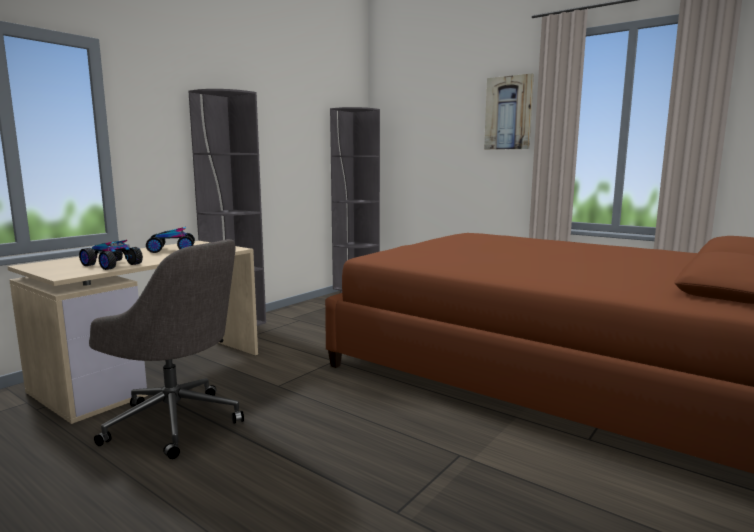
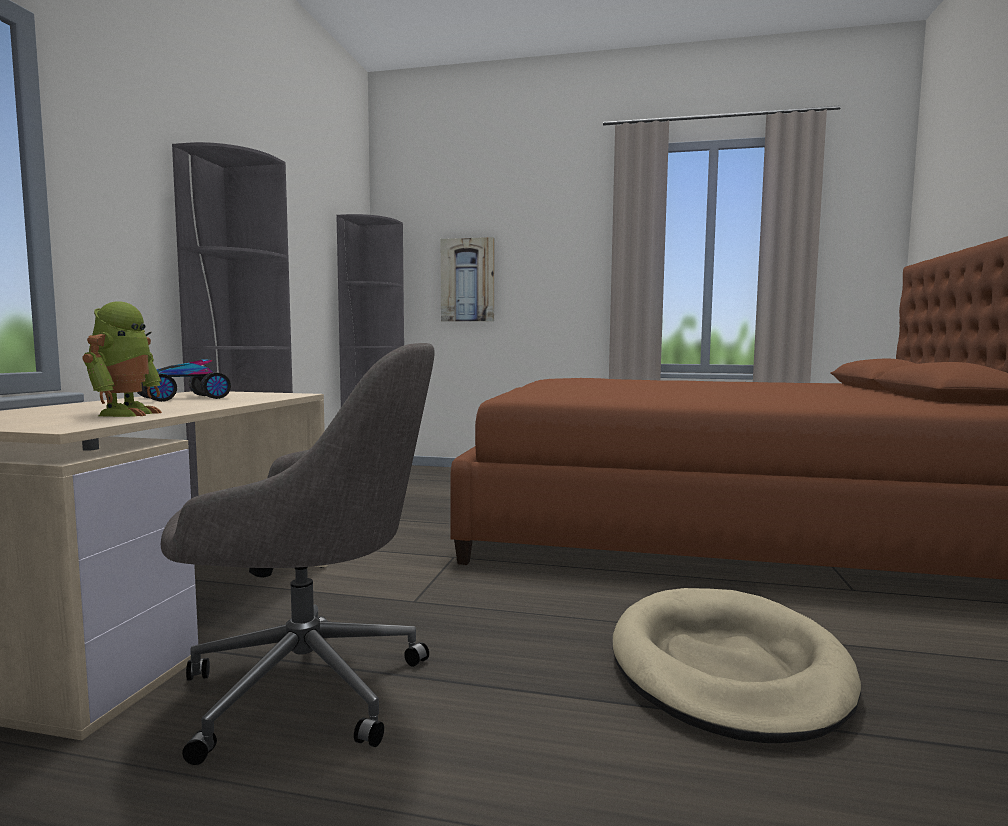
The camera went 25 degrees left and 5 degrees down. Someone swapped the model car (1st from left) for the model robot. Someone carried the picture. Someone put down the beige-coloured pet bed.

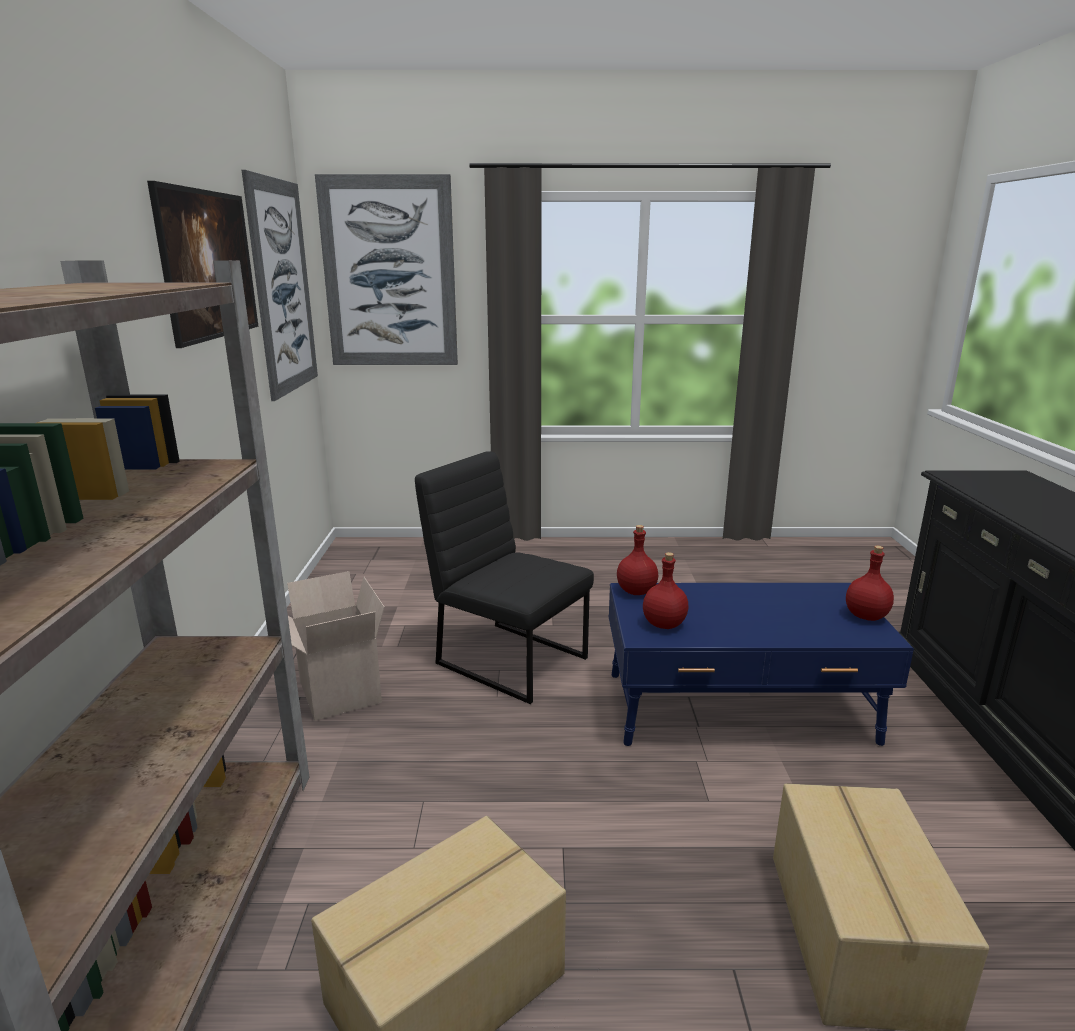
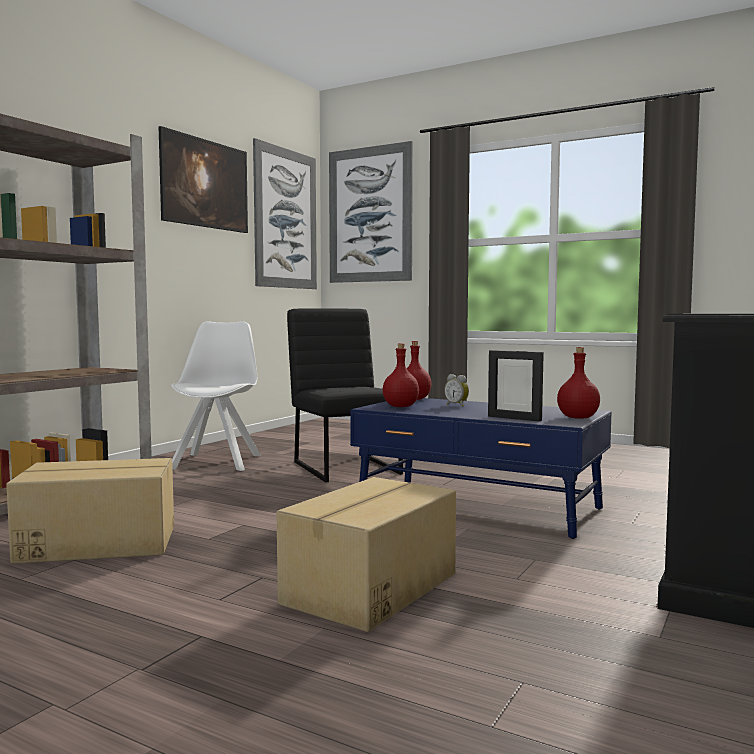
The camera went 30 degrees right and 15 degrees down. Someone swapped the packing box (1st from left) for the whitish chair. Someone put down the bedside clock. Someone put down the picture frame.

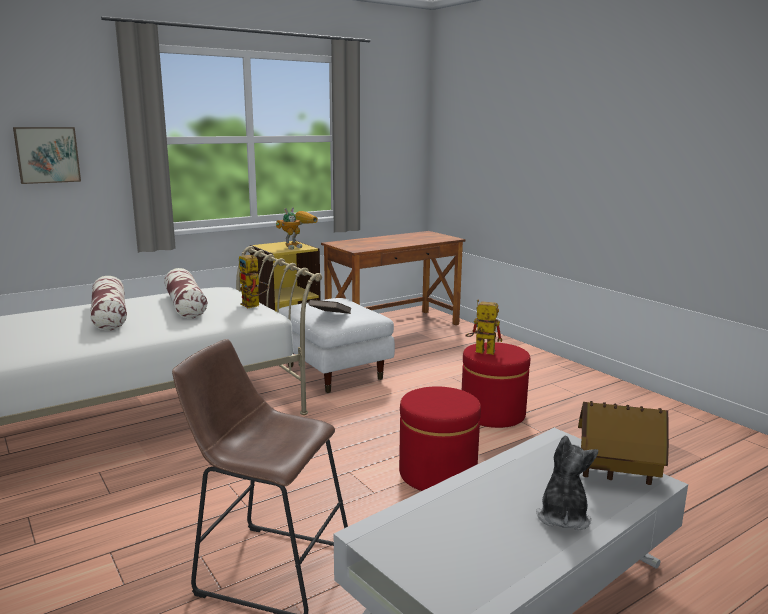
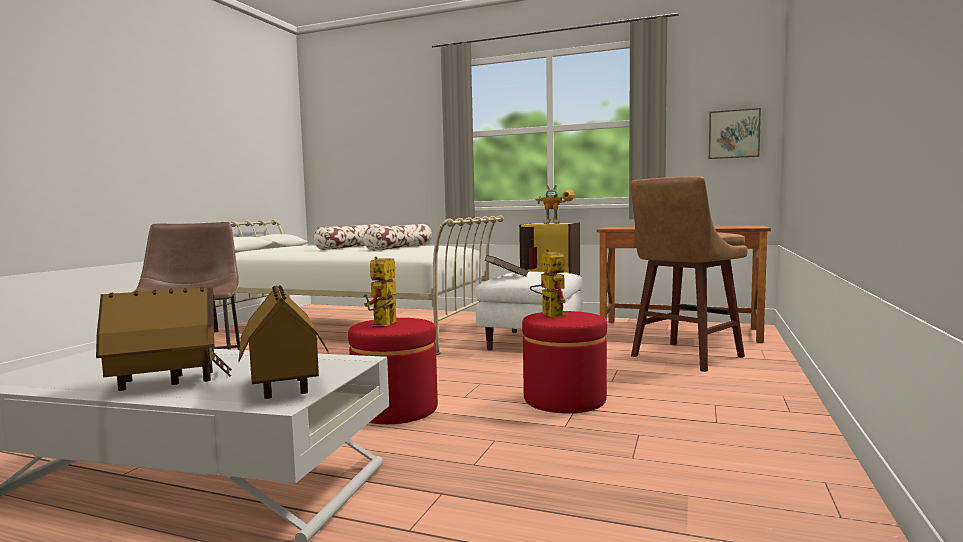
The camera went 55 degrees right and 10 degrees down. Someone swapped the soft toy for the toy house (1st from left). Someone carried the model robot (1st from left). Someone put down the brown-coloured stool (2nd from left). Someone carried the picture.

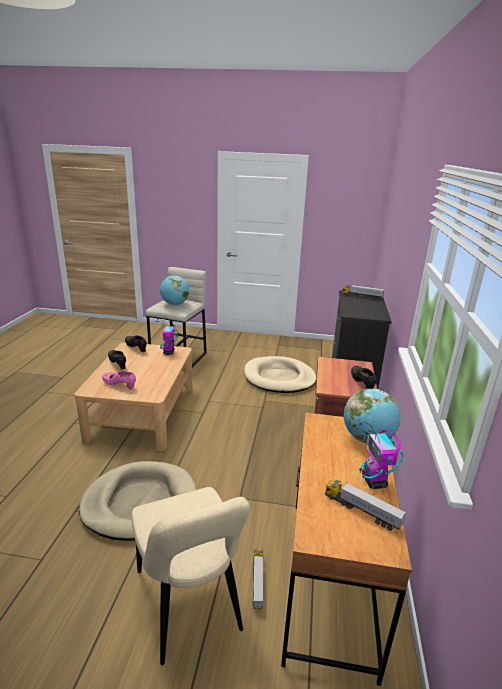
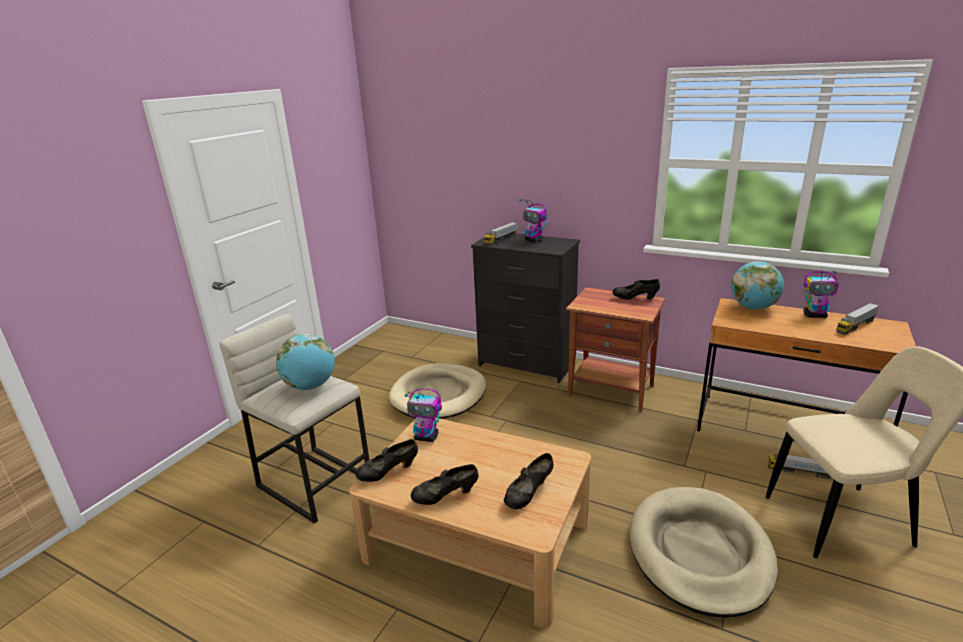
The camera went 70 degrees left and 0 degrees up. Someone repainted the pink-coloured low shoe, which became the black-coloured low shoe (3rd from left). Someone put down the model robot (2nd from left).

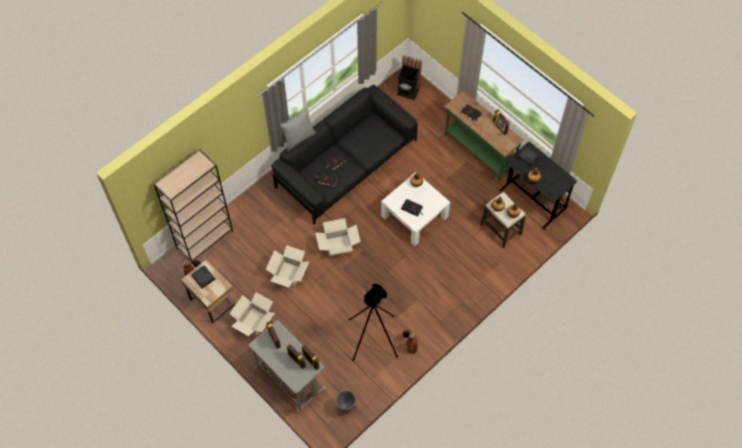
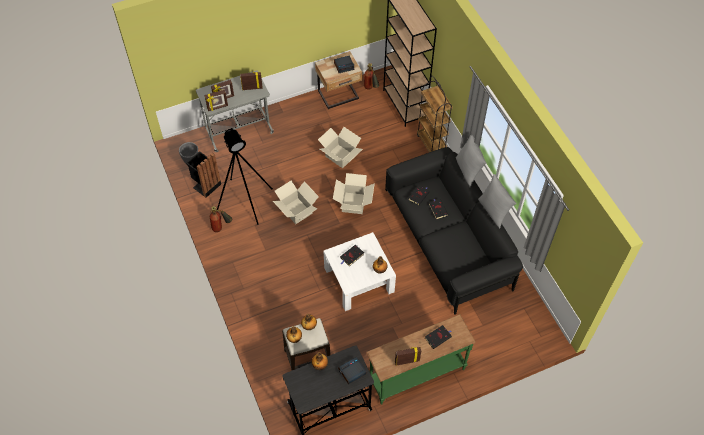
The camera went 110 degrees right and 5 degrees down. Someone carried the black-coloured rubbish bin. Someone carried the packing box (1st from left). Someone put down the brown-coloured cart. Someone put down the grey throw pillow (2nd from left).

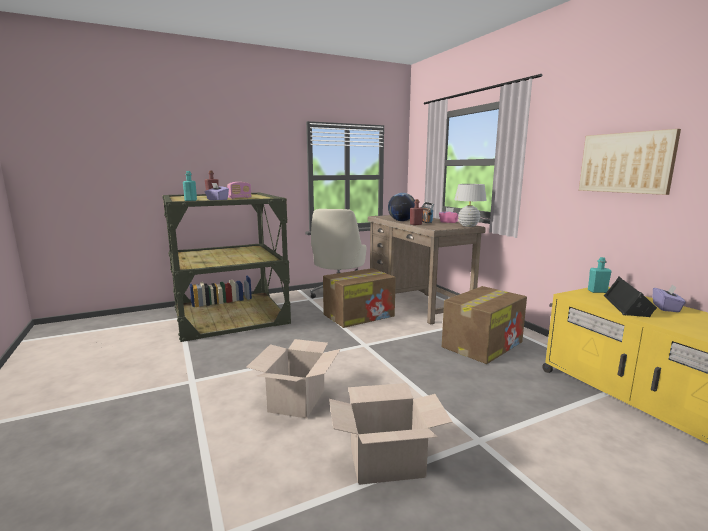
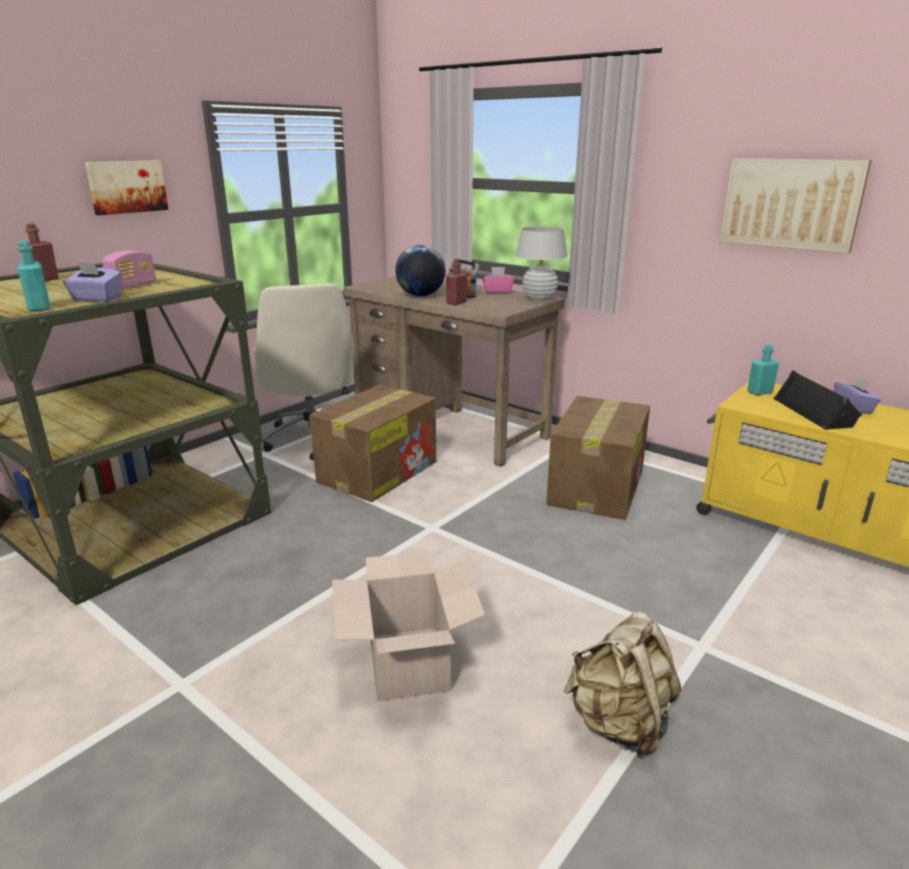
The camera went 25 degrees left and 10 degrees up. Someone put up the picture (1st from left). Someone swapped the packing box (3rd from left) for the beige-coloured backpack.

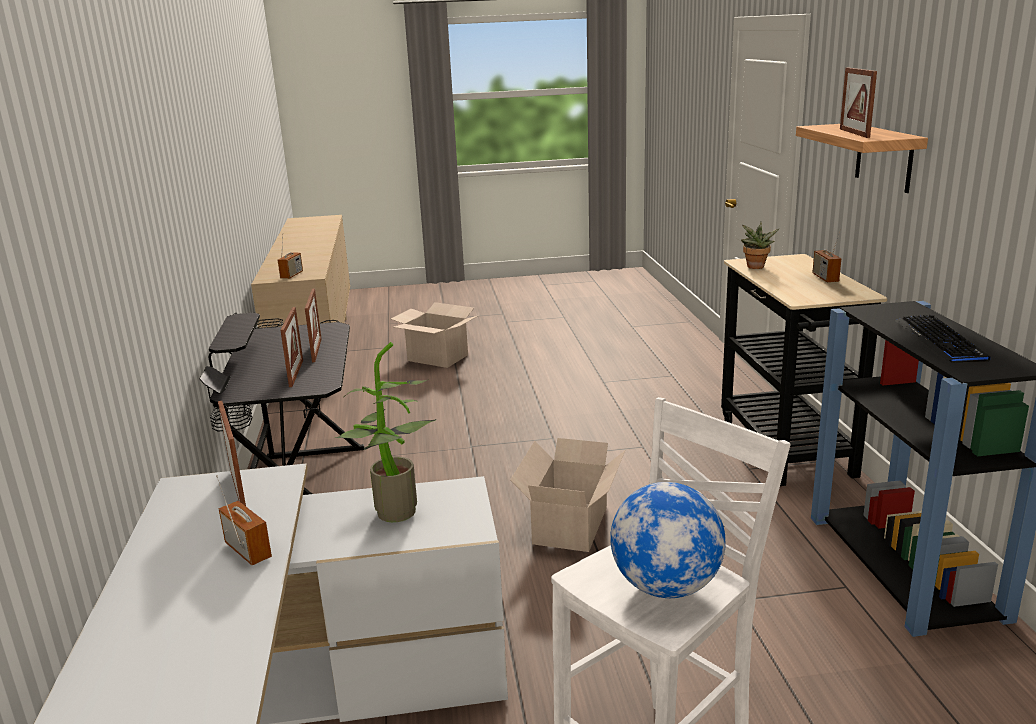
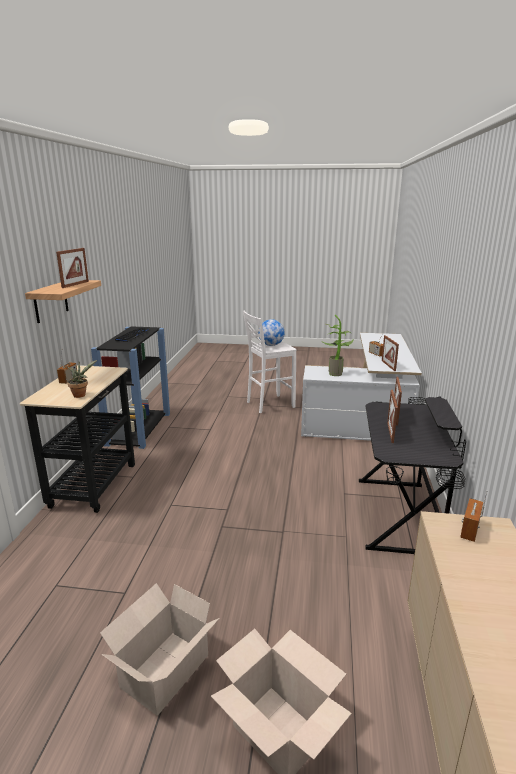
The camera went 165 degrees left and 0 degrees up. Someone carried the packing box (2nd from left in the first image).

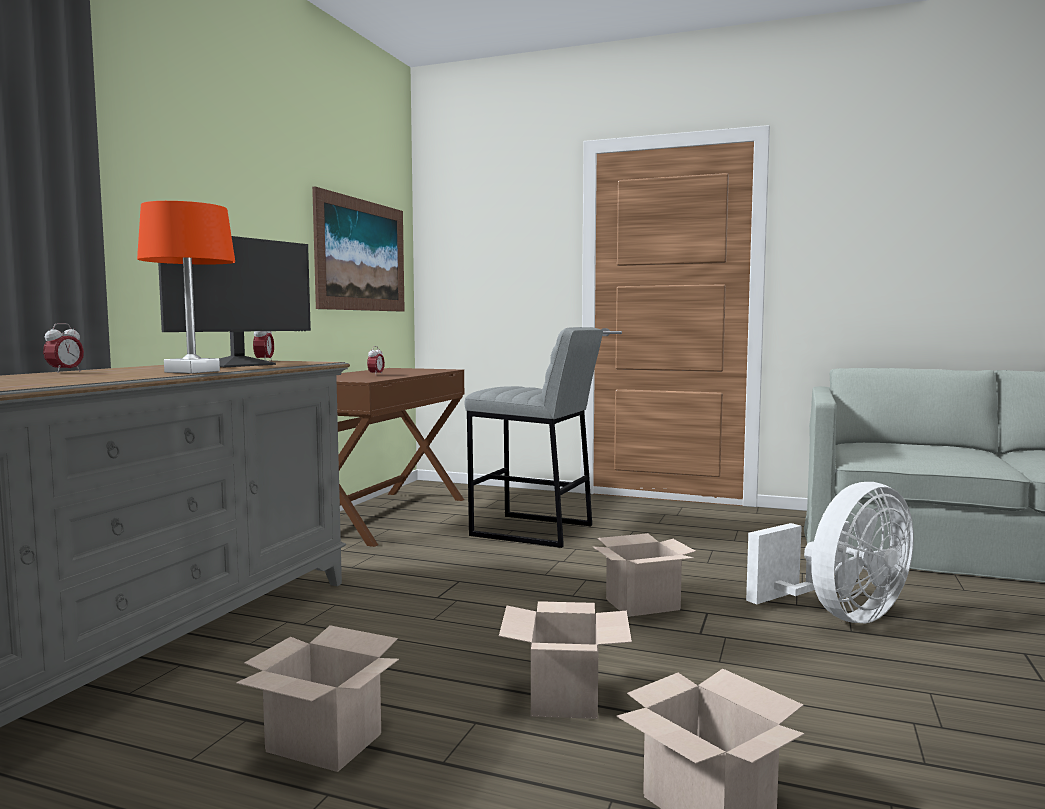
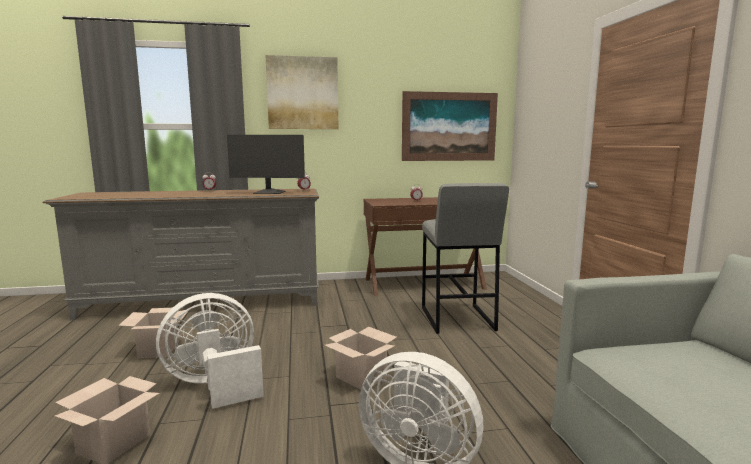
The camera went 60 degrees right and 5 degrees up. Someone swapped the packing box (2nd from left) for the whitish fan (1st from left). Someone put up the picture (1st from left). Someone took away the orange tabletop lamp.

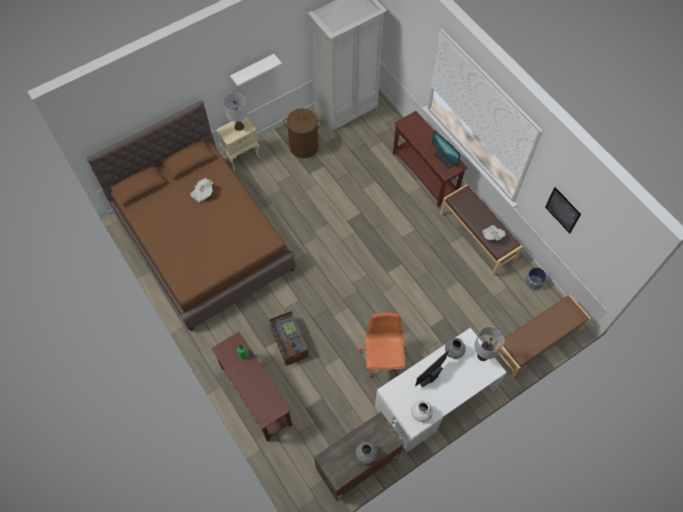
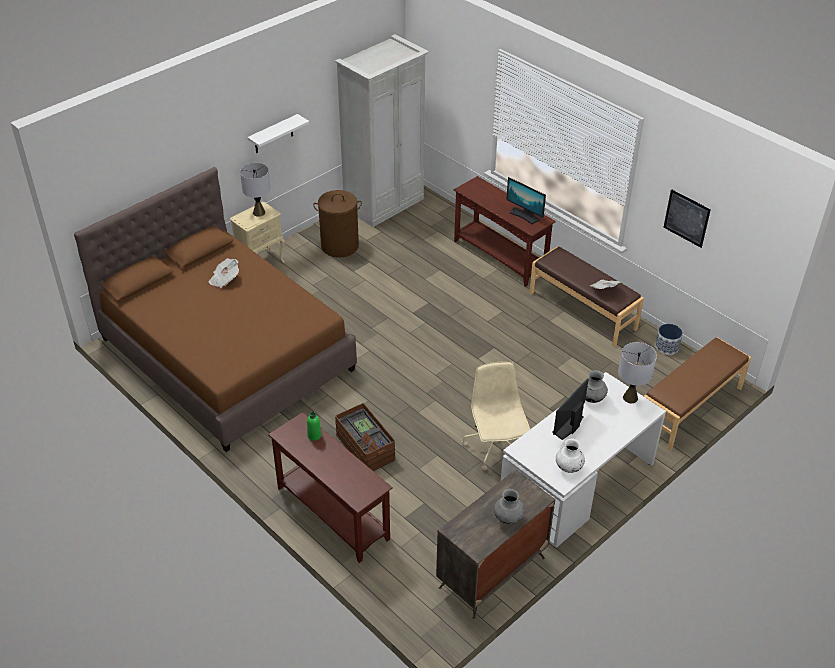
The camera went 10 degrees left and 20 degrees down. Someone repainted the orange desk chair, which became the beige-coloured desk chair.

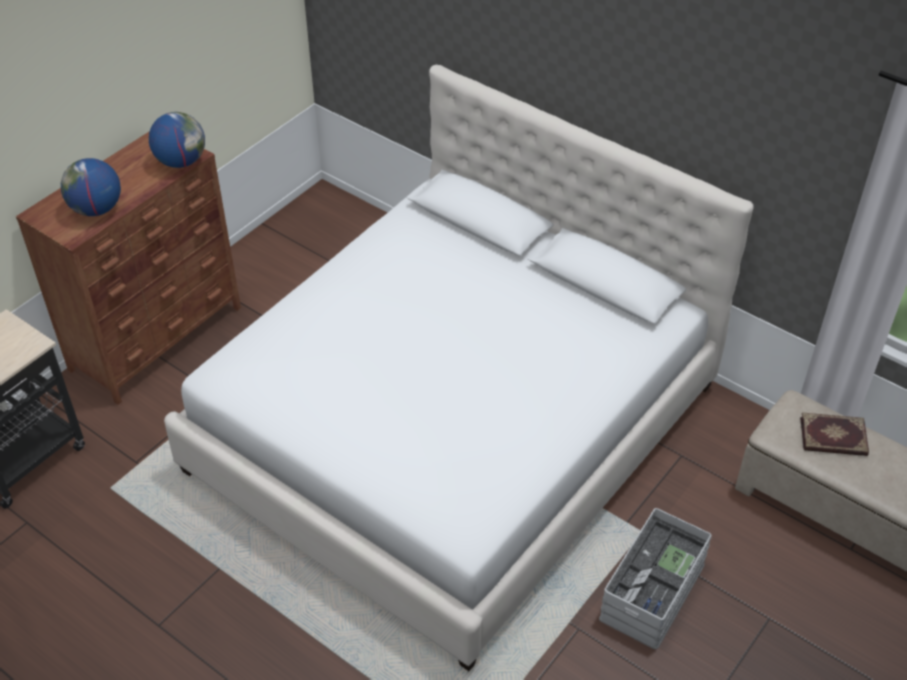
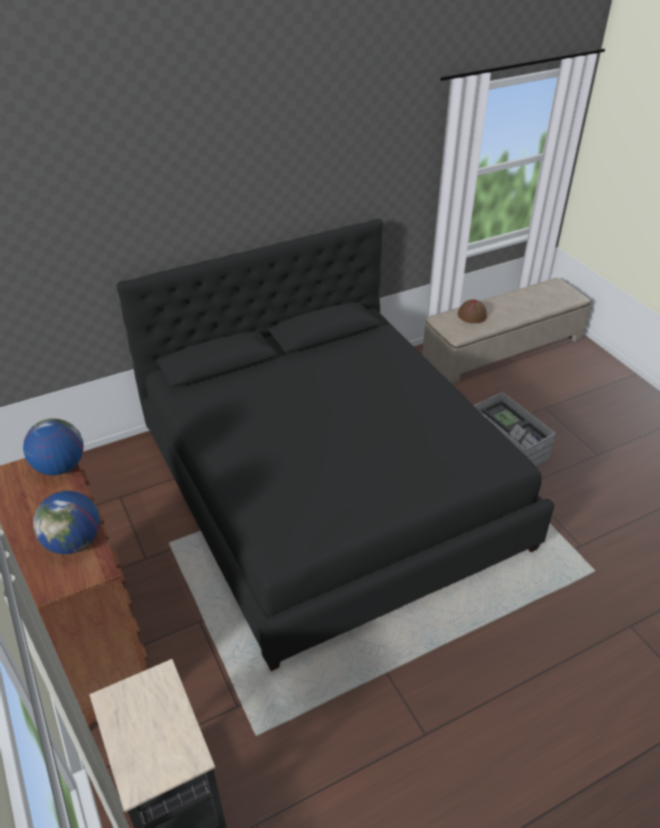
The camera went 65 degrees left and 5 degrees down. Someone repainted the whitish bed, which became the black-coloured bed. Someone swapped the book for the brown-coloured hat.

